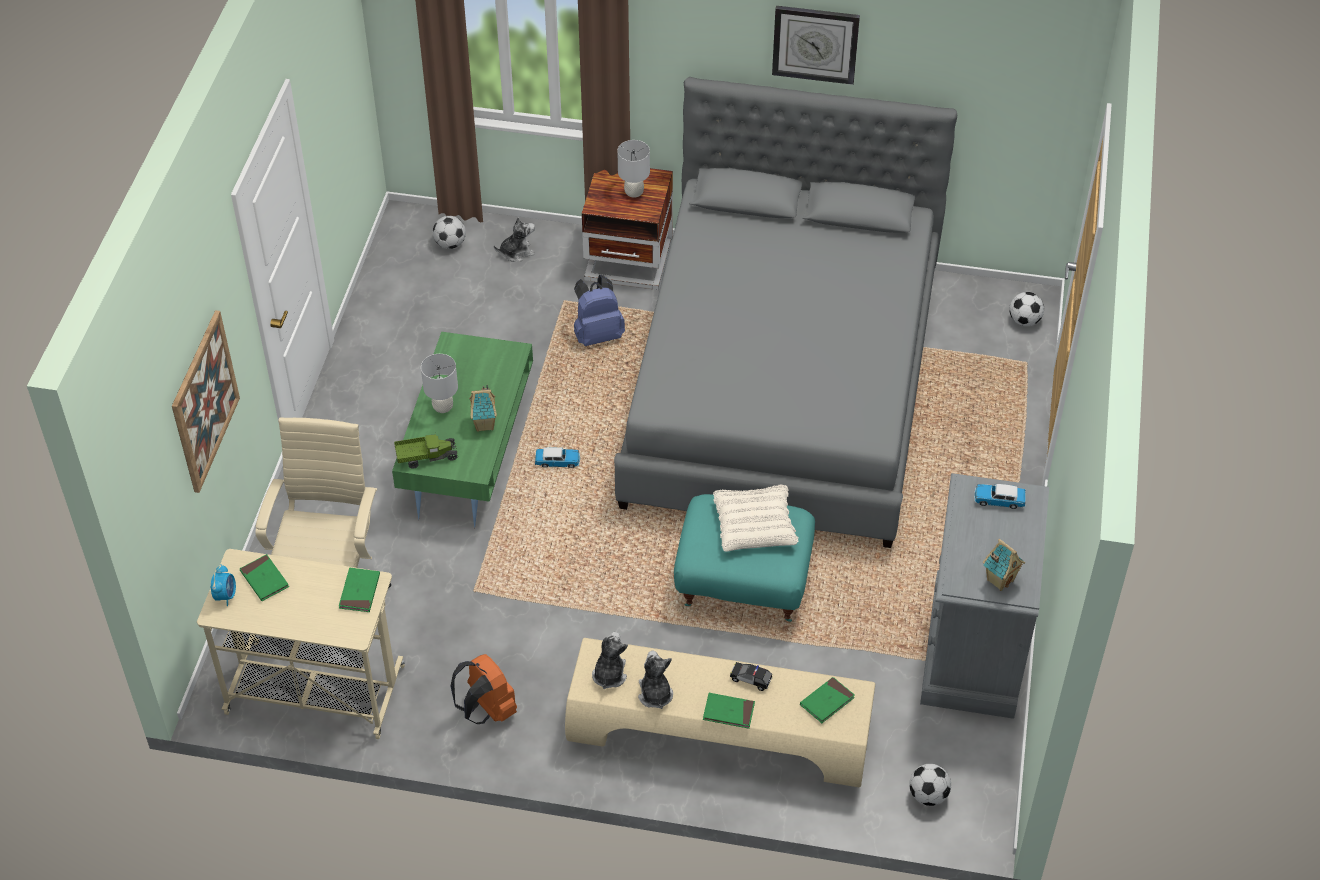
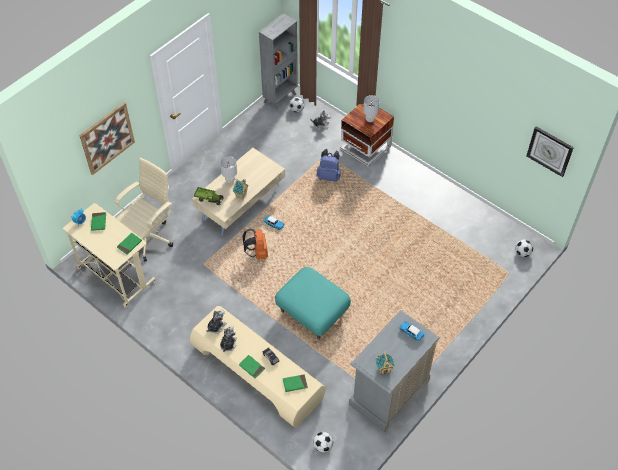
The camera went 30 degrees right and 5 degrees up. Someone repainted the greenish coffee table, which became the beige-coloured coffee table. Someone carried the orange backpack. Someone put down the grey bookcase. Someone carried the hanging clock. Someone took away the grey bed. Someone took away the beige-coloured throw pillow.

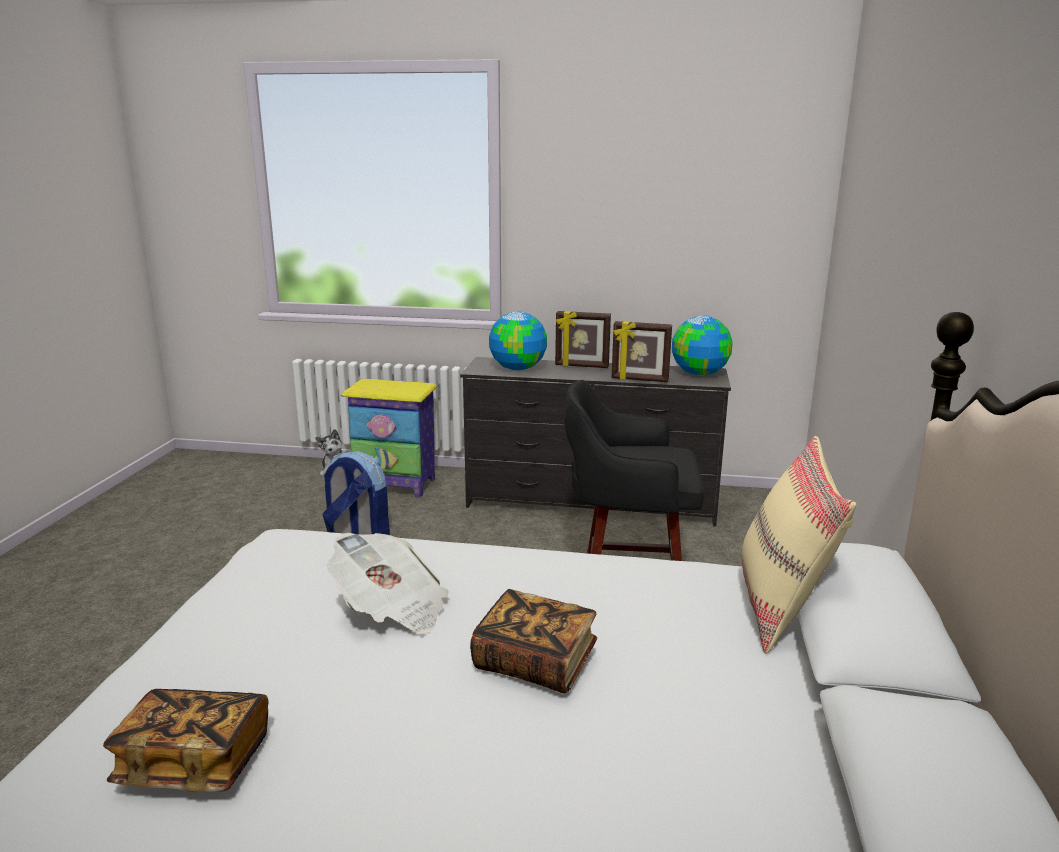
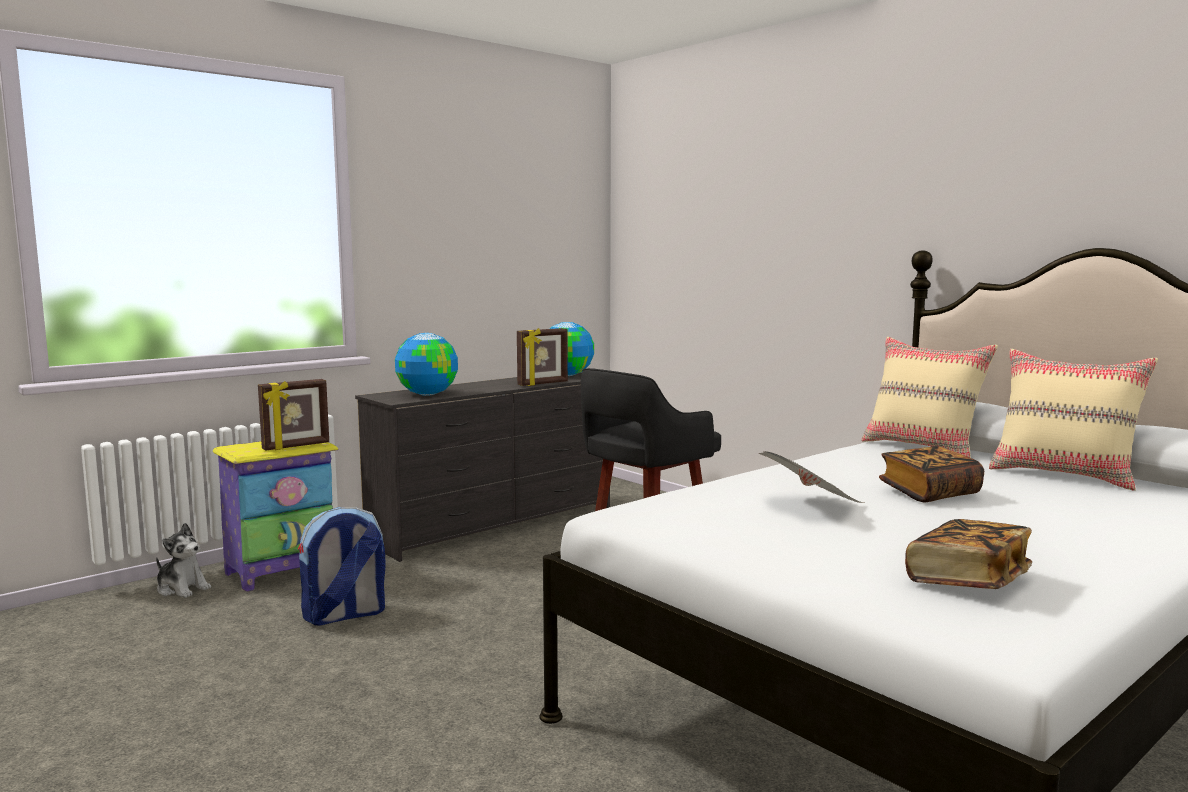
The camera went 50 degrees left and 10 degrees down. Someone carried the picture frame (1st from left). Someone put down the beige-coloured throw pillow (2nd from left).

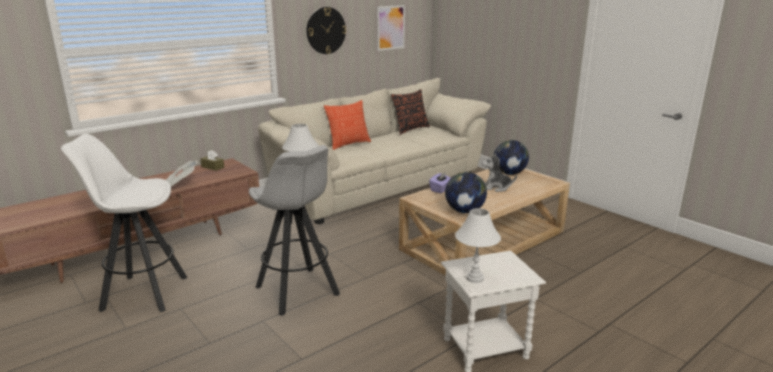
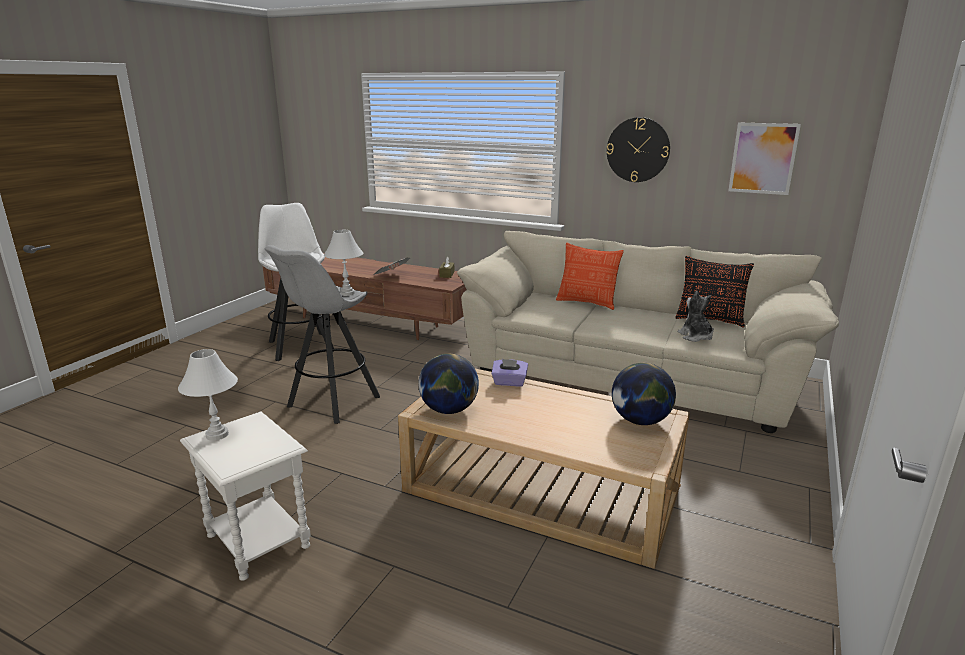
The camera went 65 degrees right and 0 degrees up. Someone carried the soft toy.

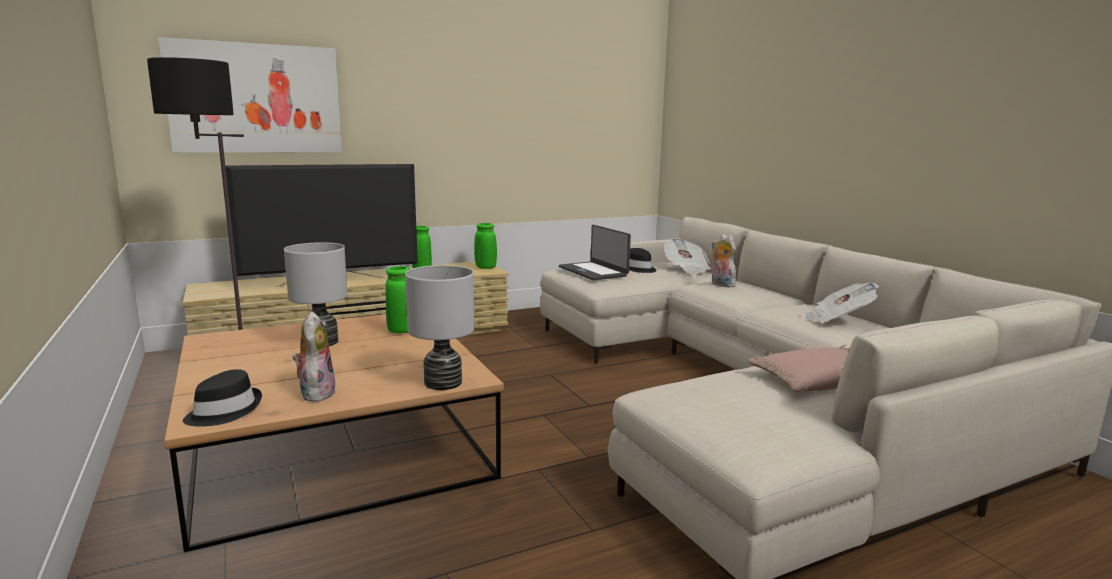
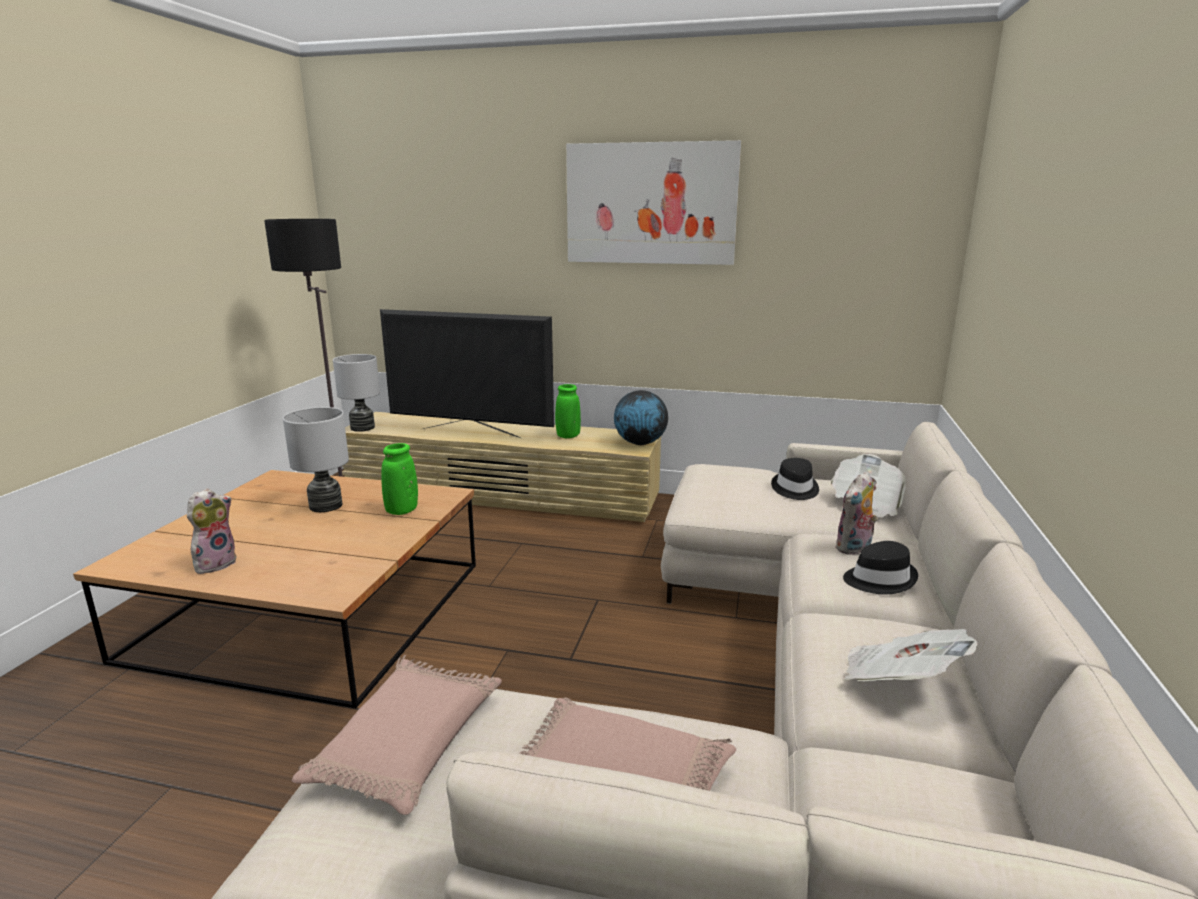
The camera went 40 degrees right and 5 degrees up. Someone put down the beige-coloured throw pillow (1st from left). Someone carried the grey tabletop lamp (2nd from left). Someone carried the picture. Someone swapped the greenish flower vase (3rd from left) for the globe. Someone rotated the soft toy (2nd from left) by 135 degrees counterclockwise. Someone carried the black-coloured hat (1st from left in the first image). Someone took away the portable computer.

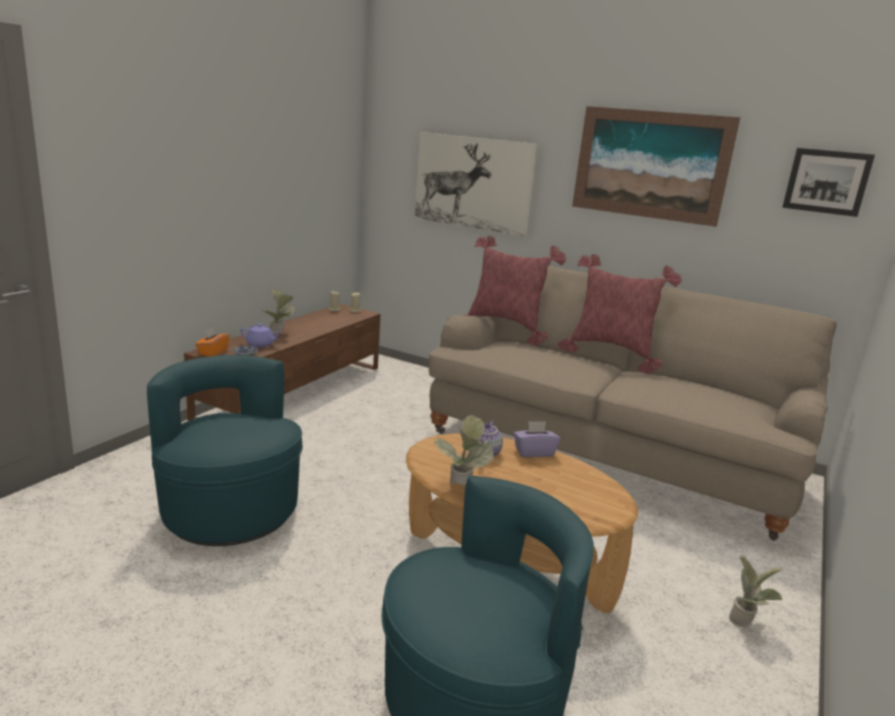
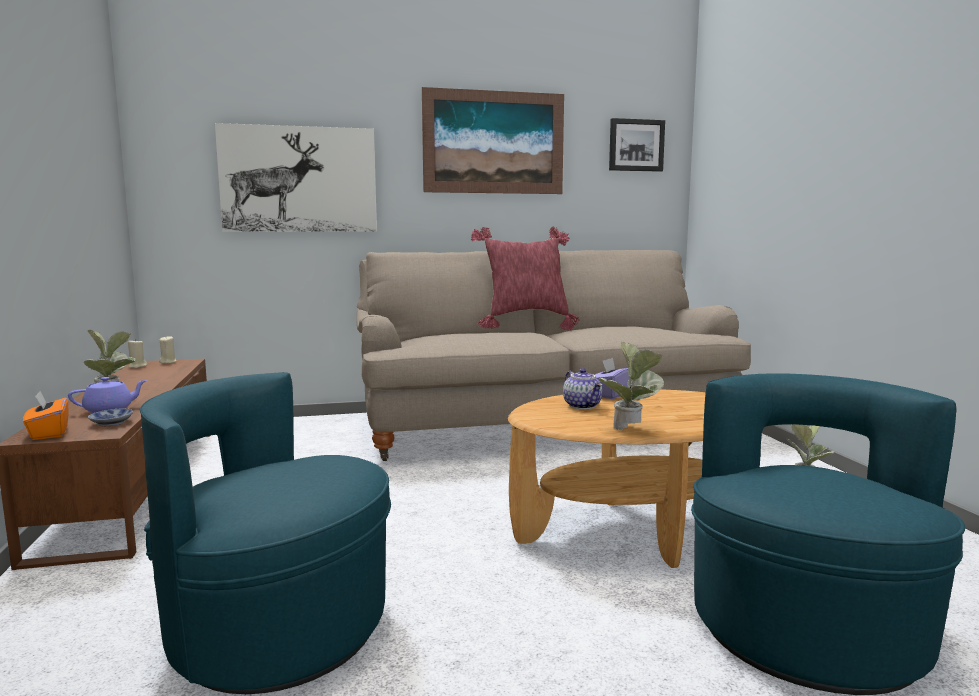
The camera went 40 degrees left and 10 degrees down. Someone took away the reddish throw pillow (1st from left).

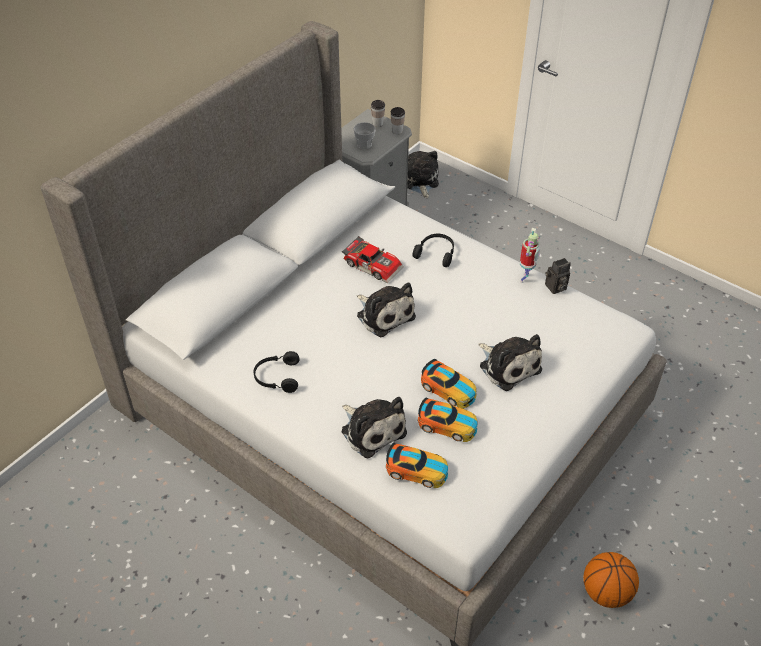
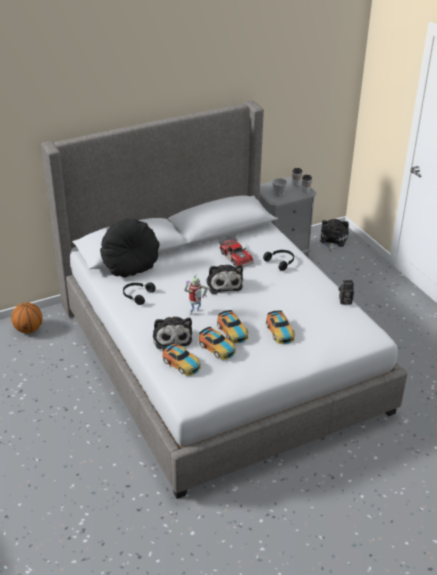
The camera went 25 degrees right and 10 degrees down. Someone carried the basketball ball. Someone put down the black-coloured throw pillow. Someone carried the model robot. Someone swapped the soft toy (4th from left) for the model car (5th from left).

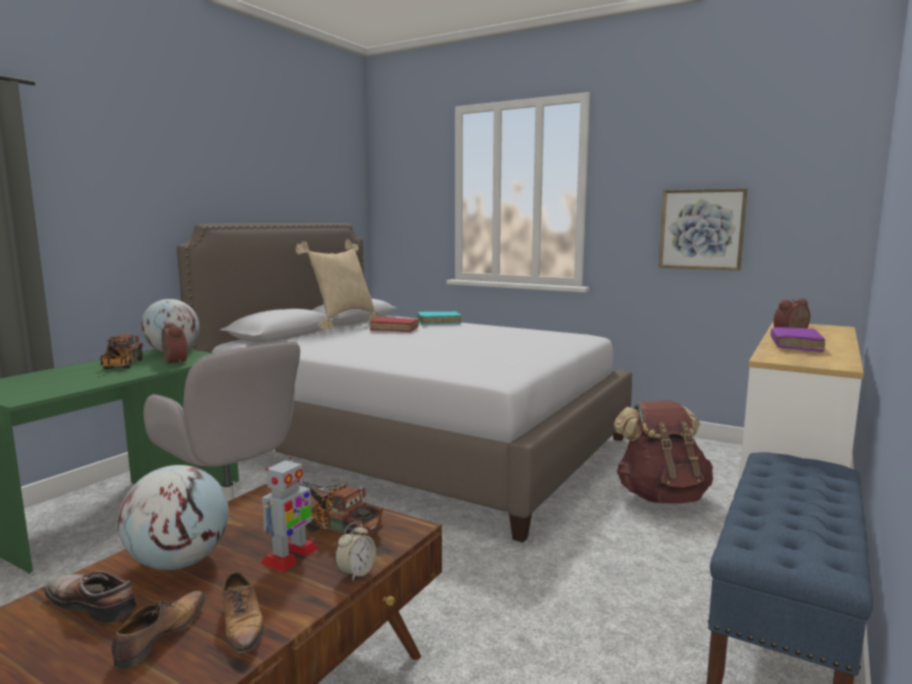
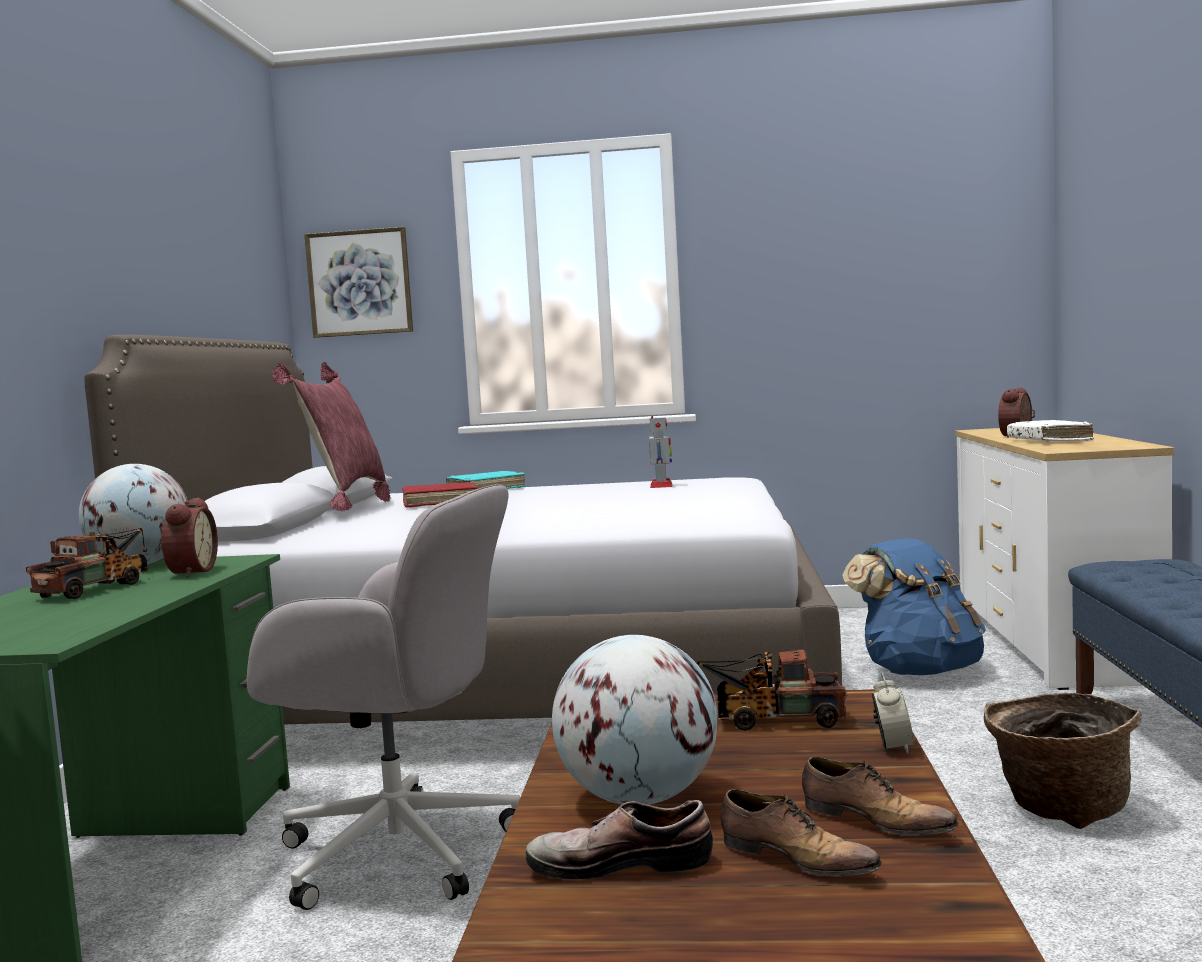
The camera went 25 degrees left and 5 degrees down. Someone rotated the model truck (1st from left) by 120 degrees counterclockwise. Someone rotated the bedside clock (1st from left) by 60 degrees clockwise. Someone repainted the beige-coloured throw pillow, which became the reddish throw pillow. Someone carried the picture. Someone carried the model robot. Someone rotated the low shoe (2nd from left) by 135 degrees clockwise. Someone repainted the brown-coloured backpack, which became the bluish backpack. Someone put down the storage basket. Someone repainted the purple book, which became the whitish book.

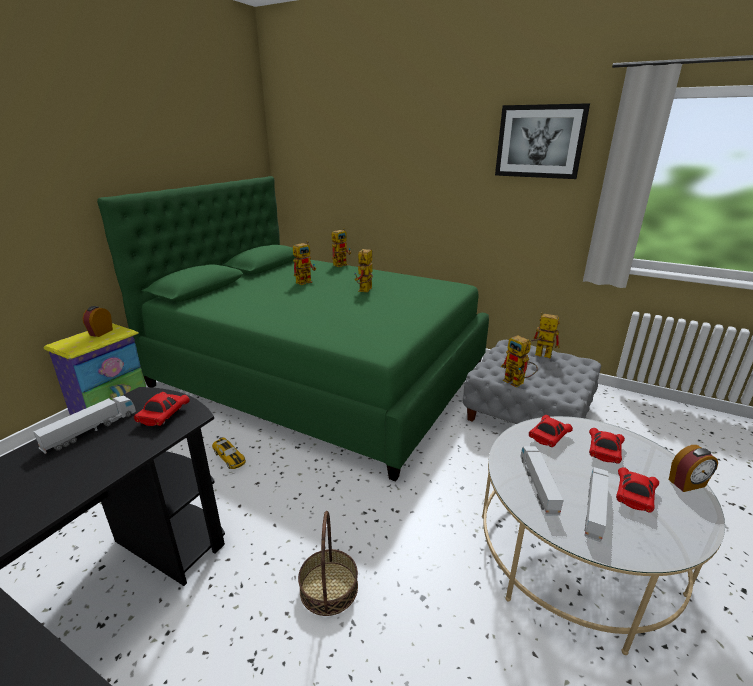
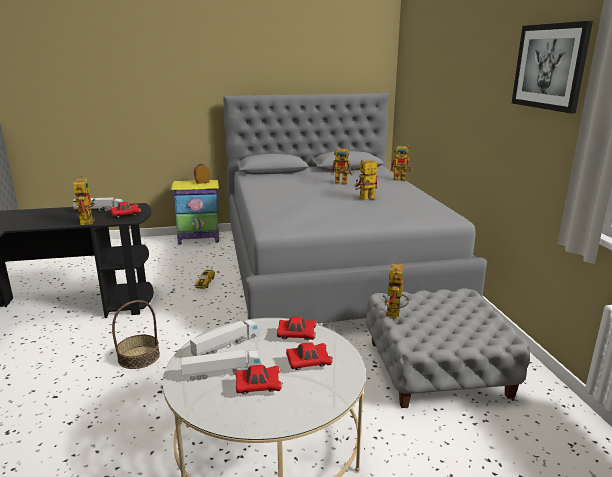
The camera went 50 degrees right and 5 degrees down. Someone carried the model robot (5th from left in the first image). Someone repainted the greenish bed, which became the grey bed. Someone took away the bedside clock (2nd from left).

